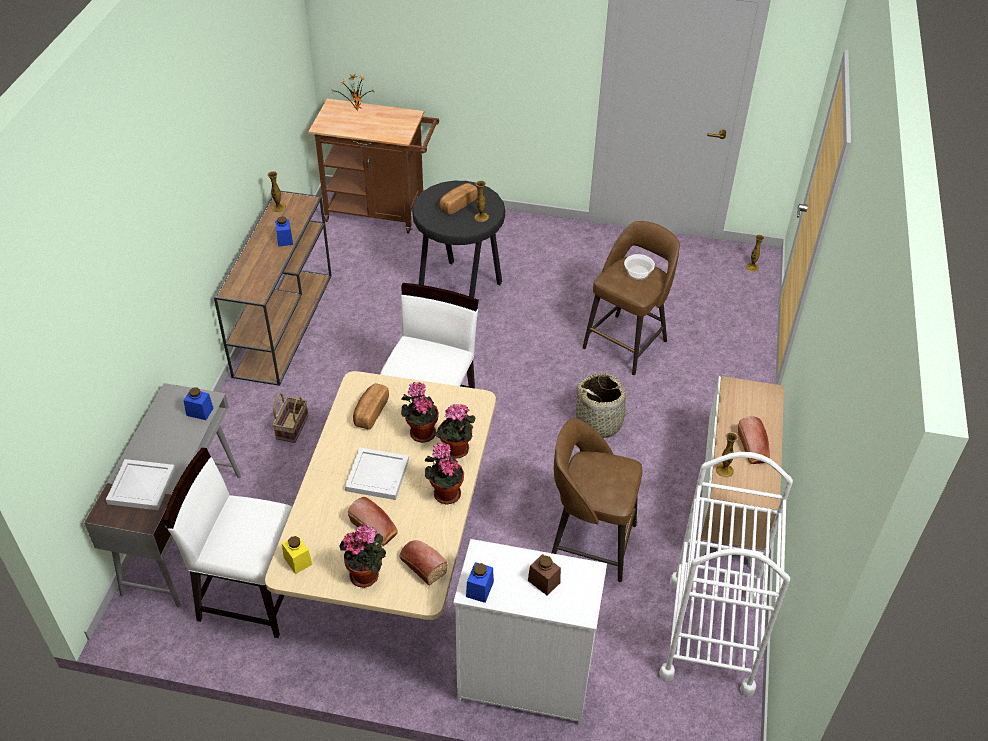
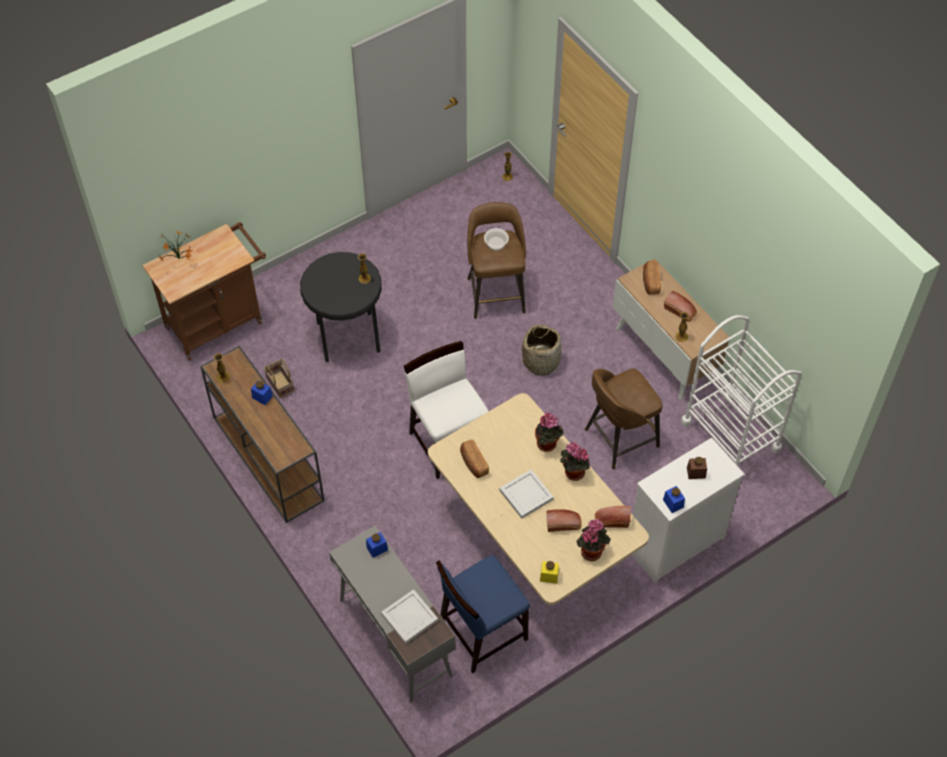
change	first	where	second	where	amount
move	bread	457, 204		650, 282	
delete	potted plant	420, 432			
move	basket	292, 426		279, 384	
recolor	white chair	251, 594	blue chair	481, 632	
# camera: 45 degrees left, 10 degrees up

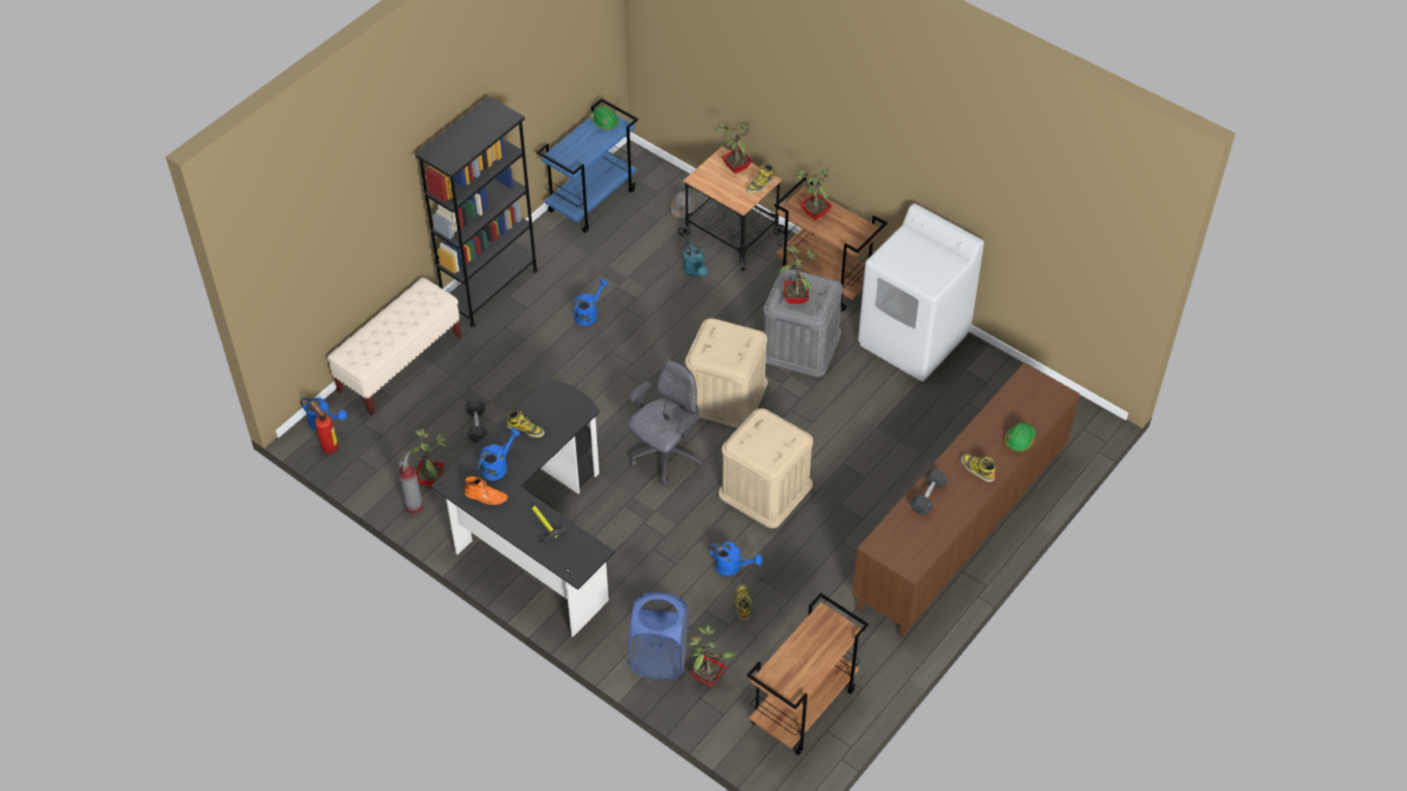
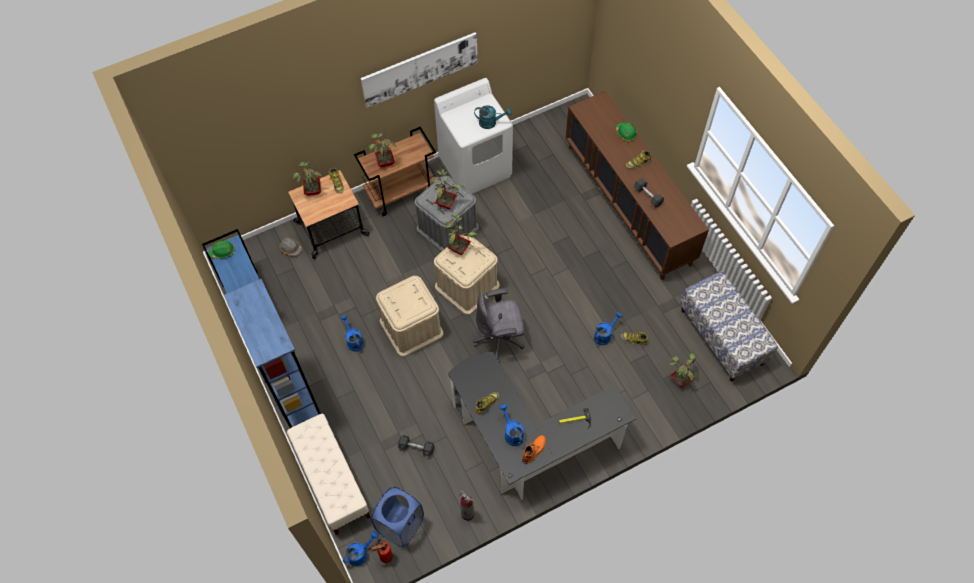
change	first	where	second	where	amount
recolor	black bookcase	490, 288	blue bookcase	294, 396	
move	turquoise watering can	695, 272		491, 122	
rotate	grey office chair	666, 456		500, 339	75 degrees counterclockwise
move	beige storage box	765, 489		411, 327	
move	potted plant	432, 480		460, 248	
move	blue laundry basket	659, 658		400, 525	
replace	brown cart	803, 708	bench	722, 337	
insert			picture	420, 69	
# camera: 65 degrees left, 10 degrees up

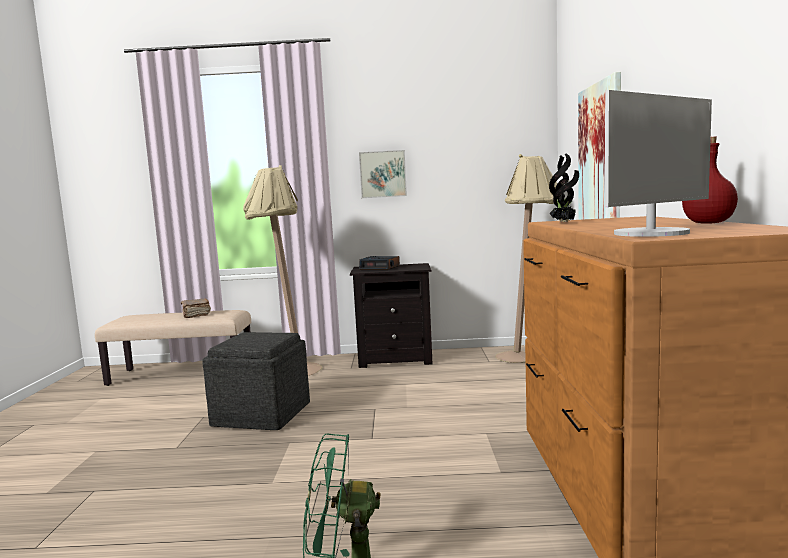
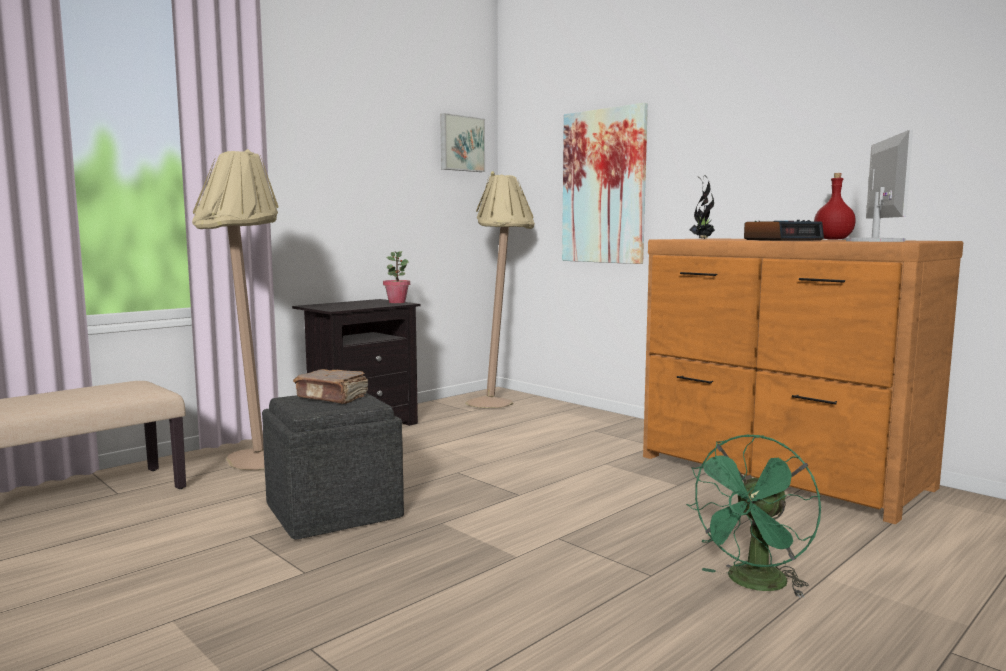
change	first	where	second	where	amount
move	picture	383, 174		461, 143	
move	alarm clock	380, 268		782, 240	
move	brown book	196, 314		332, 398	
insert			potted plant	397, 302	
# camera: 45 degrees left, 0 degrees up

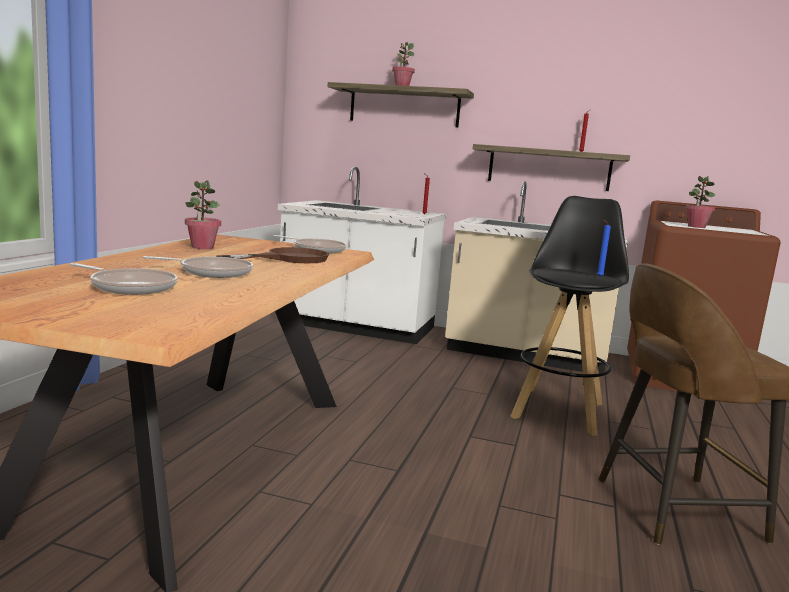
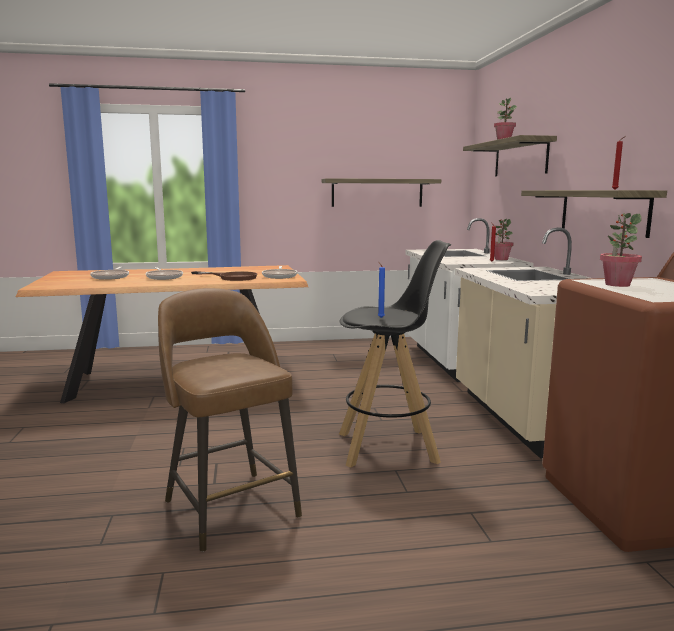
change	first	where	second	where	amount
move	potted plant	202, 247		501, 259	
insert			shelf	377, 193	
# camera: 65 degrees right, 0 degrees up

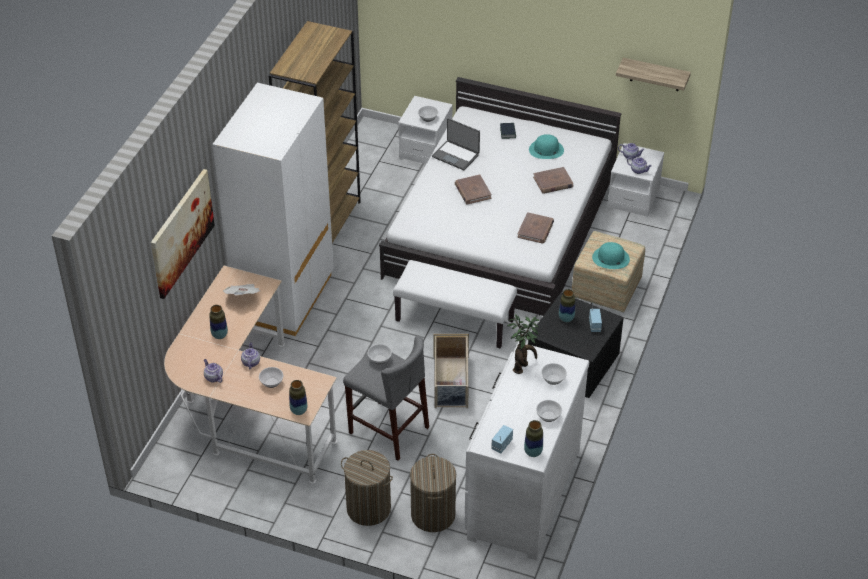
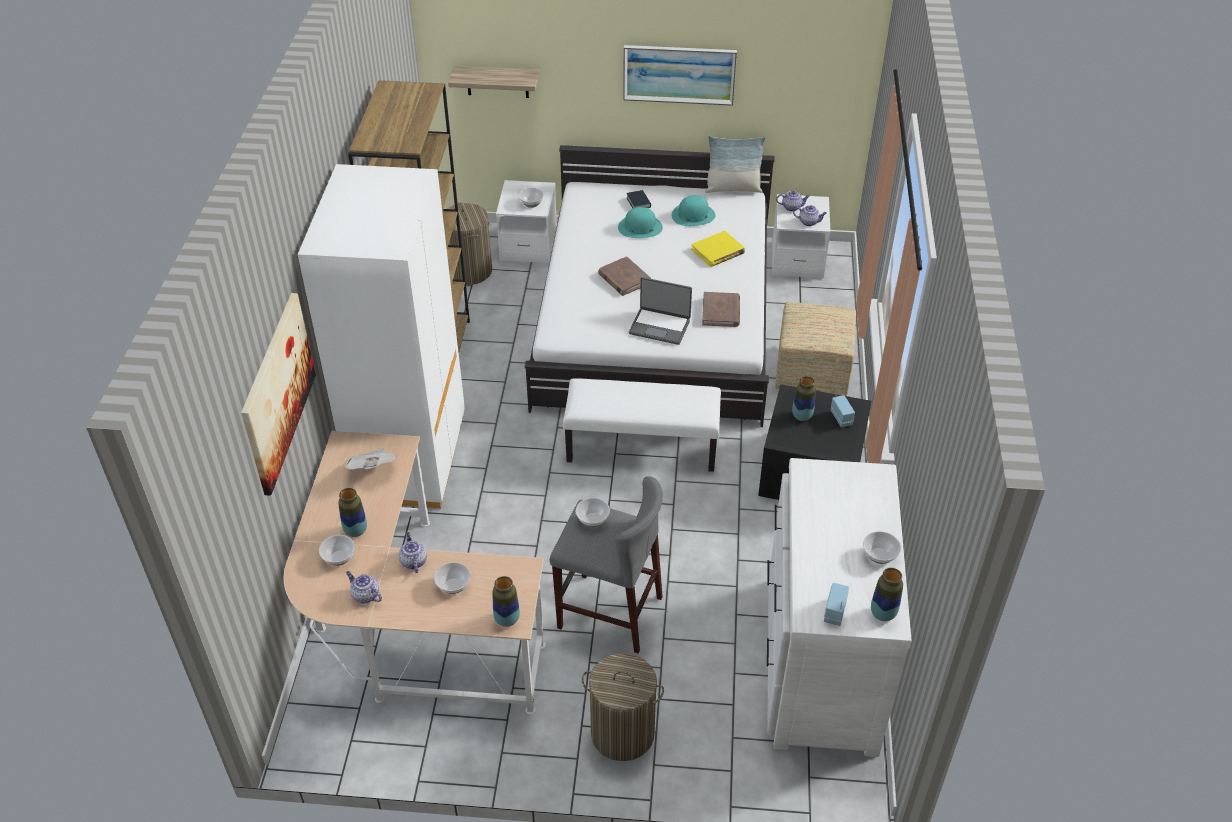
change	first	where	second	where	amount
move	shelf	655, 75		497, 81	
move	laptop	456, 155		660, 326	
recolor	brown book	553, 182	yellow book	718, 251	
move	turquoise hat	610, 258		640, 227	
delete	potted plant	522, 366			
delete	beige storage box	451, 382			
move	bowl	553, 379		339, 557	
move	laundry basket	433, 515		469, 271	
insert			picture	679, 74	
insert			pillow	733, 188	
# camera: 15 degrees left, 0 degrees up

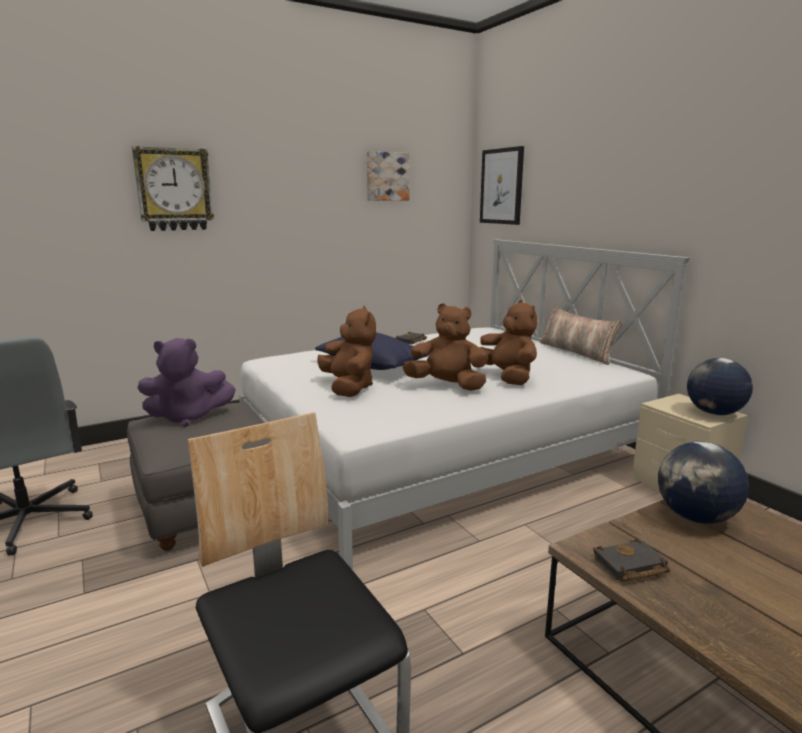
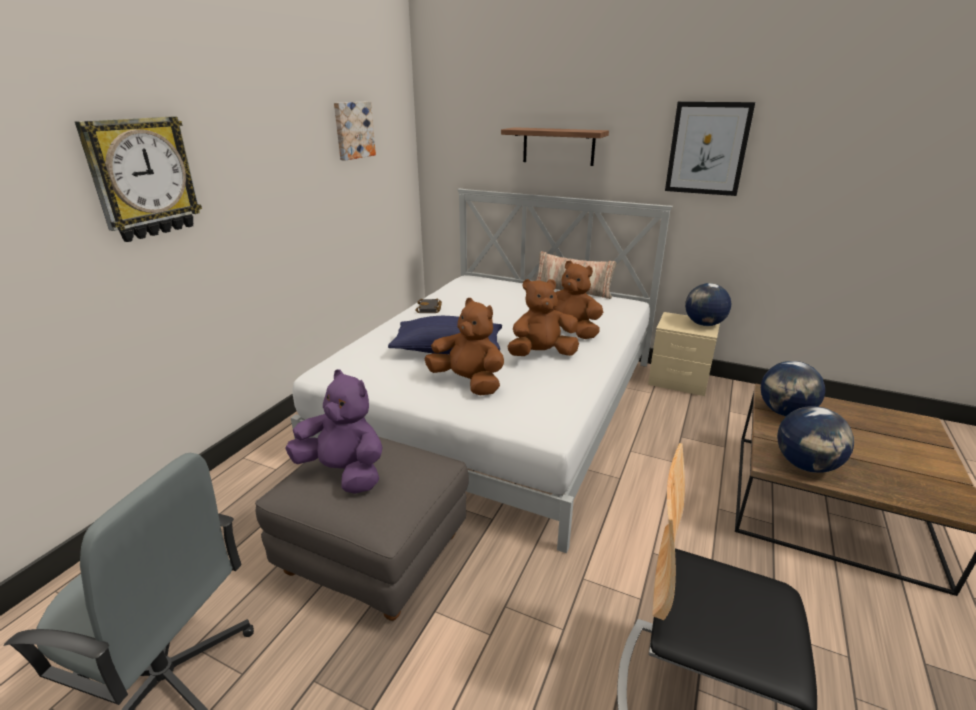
change	first	where	second	where	amount
move	picture	502, 186		707, 148	
rotate	purple plush toy	188, 417		344, 472	105 degrees counterclockwise
replace	black book	629, 567	globe	806, 465	
insert			shelf	558, 146	
# camera: 35 degrees left, 10 degrees up

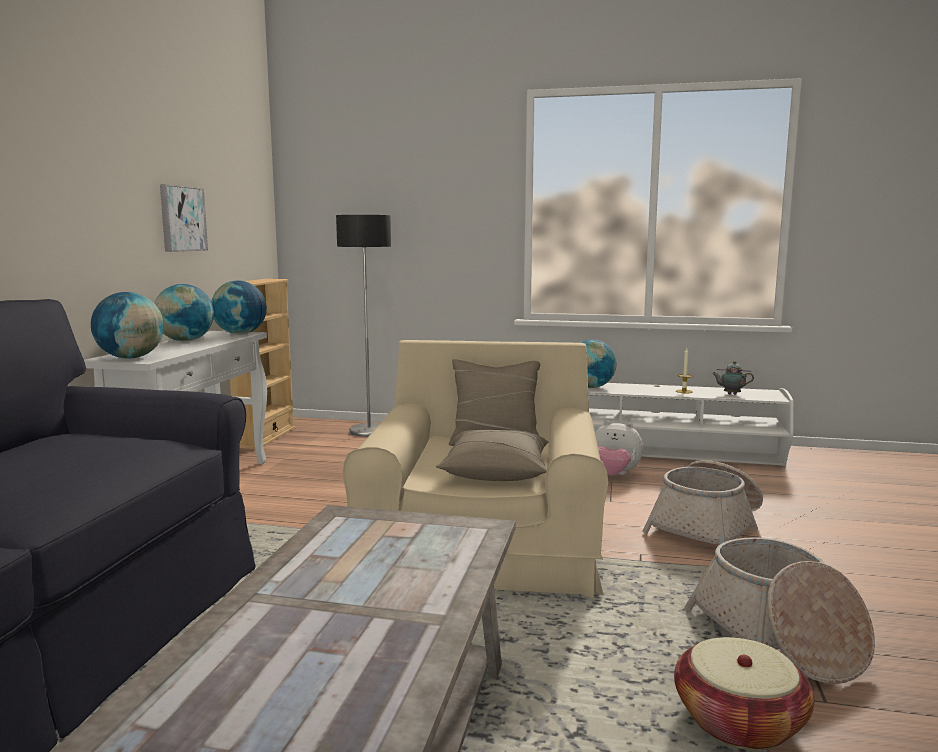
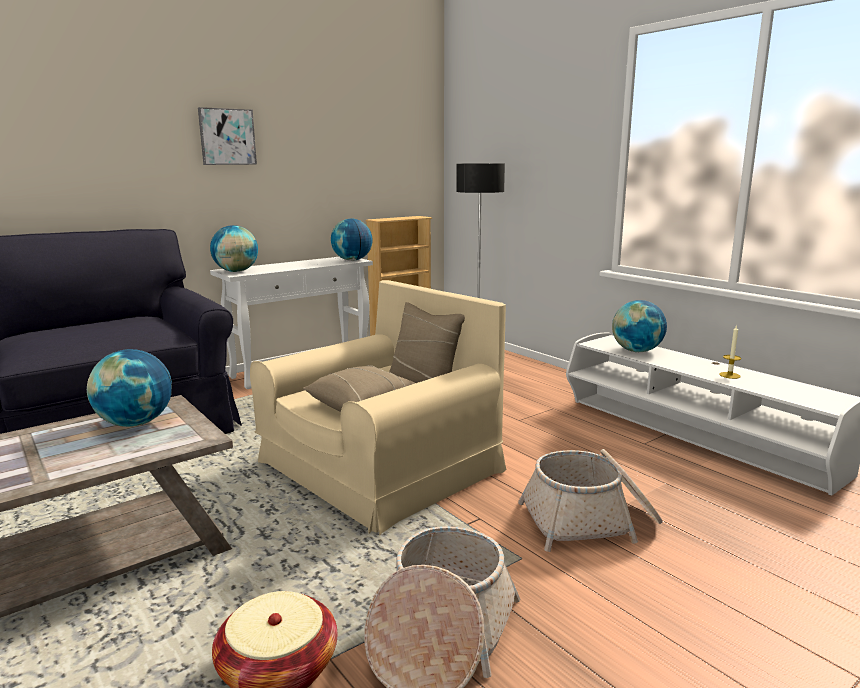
change	first	where	second	where	amount
move	picture	182, 219		227, 137	
move	globe	185, 341		135, 423	
delete	teapot	730, 394			
delete	plush toy	614, 475			
# camera: 40 degrees right, 5 degrees up

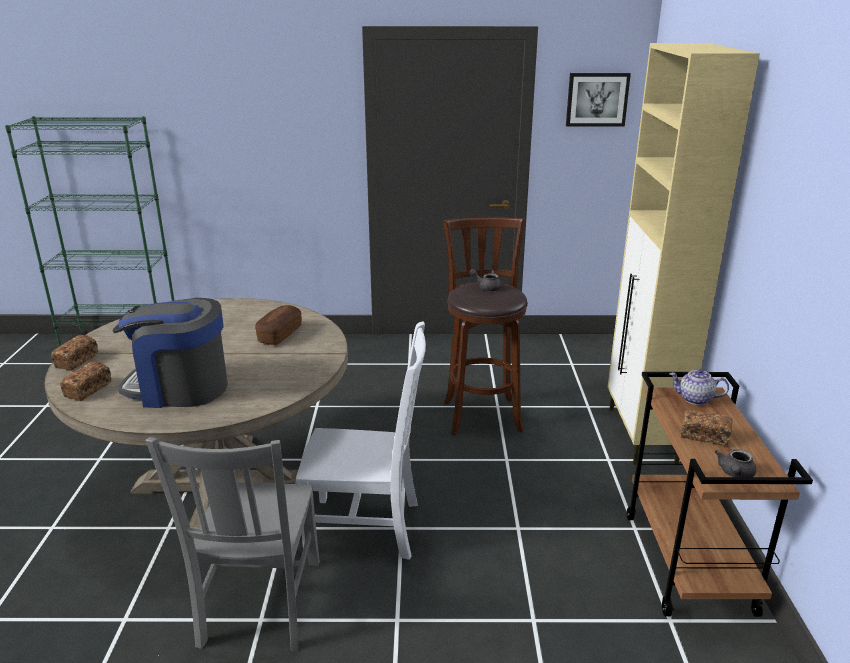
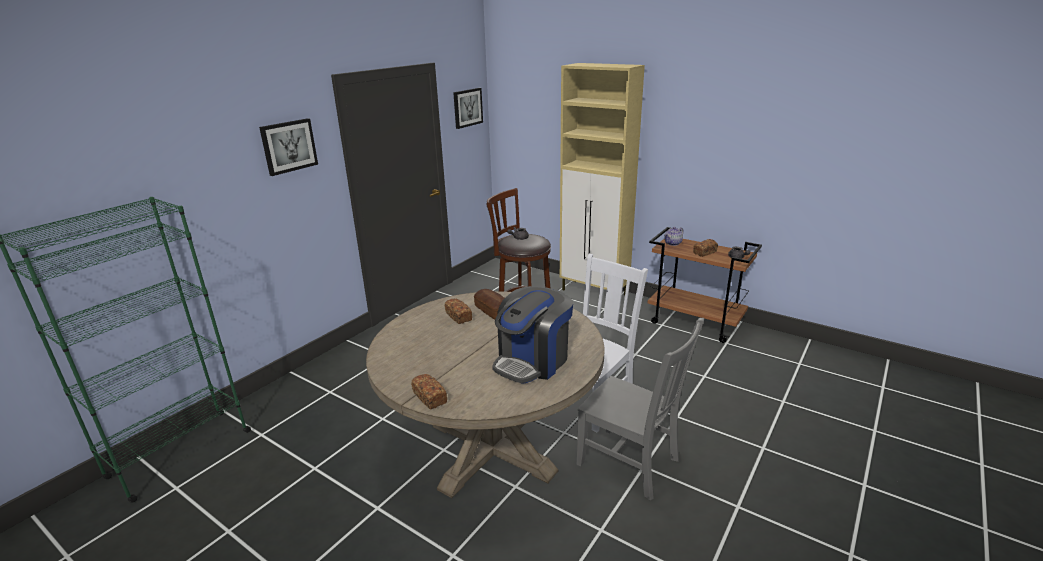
change	first	where	second	where	amount
move	bread	88, 390		458, 317	
insert			picture	288, 146	
# camera: 55 degrees left, 0 degrees up

